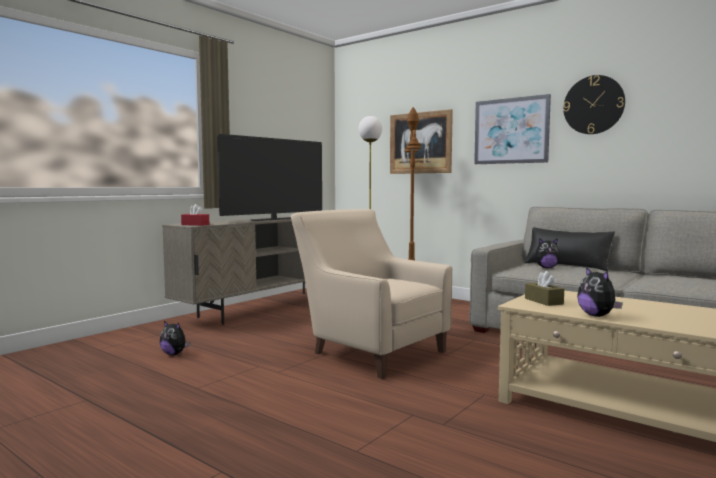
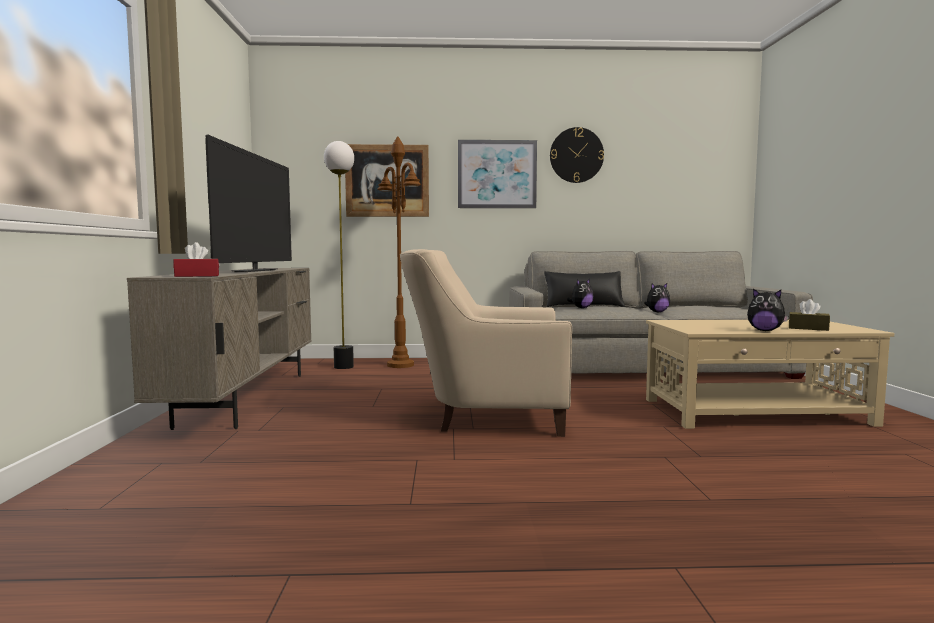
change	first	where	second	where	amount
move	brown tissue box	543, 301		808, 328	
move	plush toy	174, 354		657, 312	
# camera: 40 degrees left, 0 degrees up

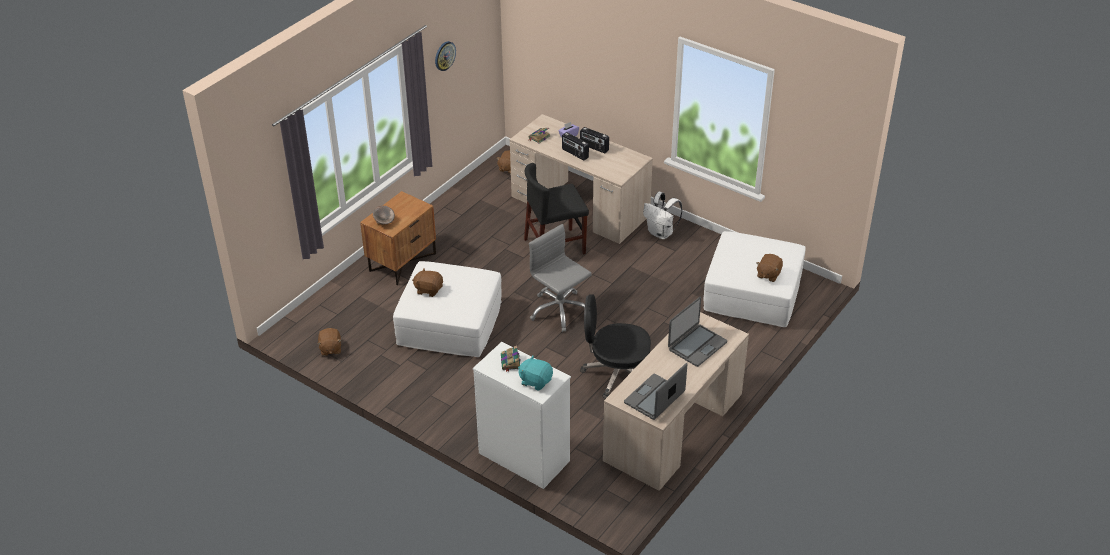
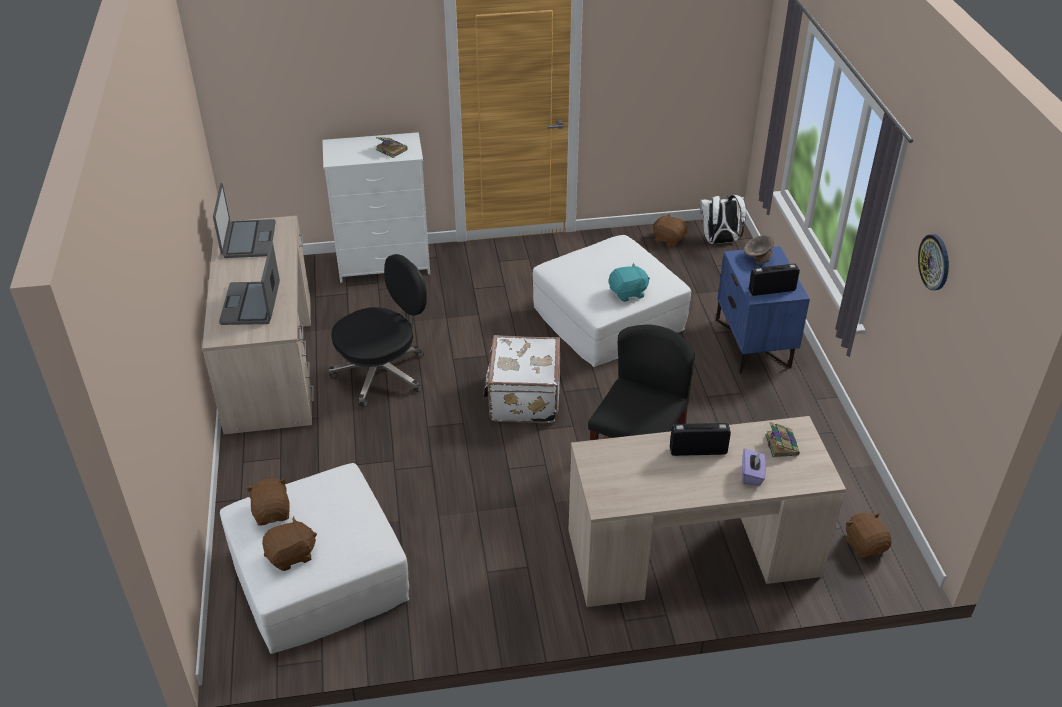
change	first	where	second	where	amount
move	radio	594, 147		771, 290	
recolor	brown nightstand	402, 262	blue nightstand	754, 343	
move	white backpack	661, 233		719, 241	
replace	grey office chair	559, 310	white suitcase	523, 399	
move	brown plush toy	428, 289		291, 555	
move	turquoise plush toy	535, 381		628, 293	
# camera: 135 degrees right, 0 degrees up

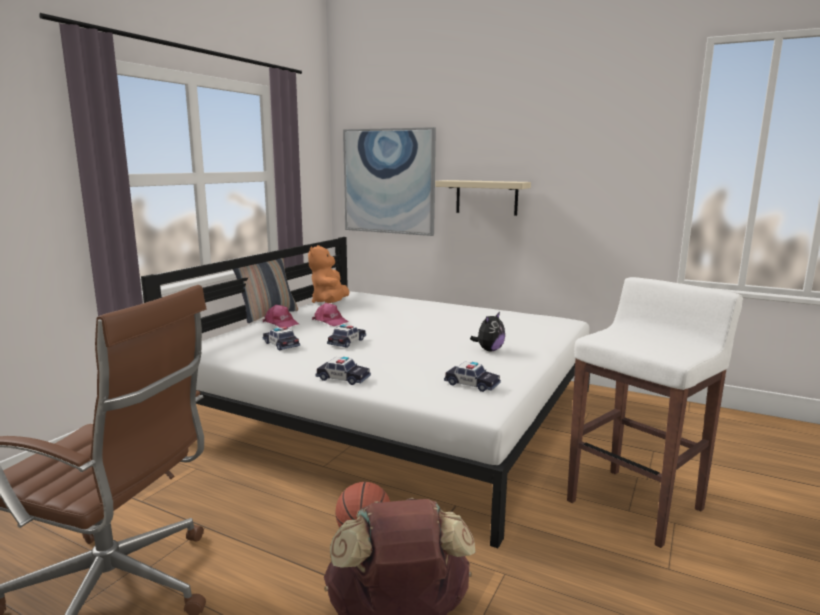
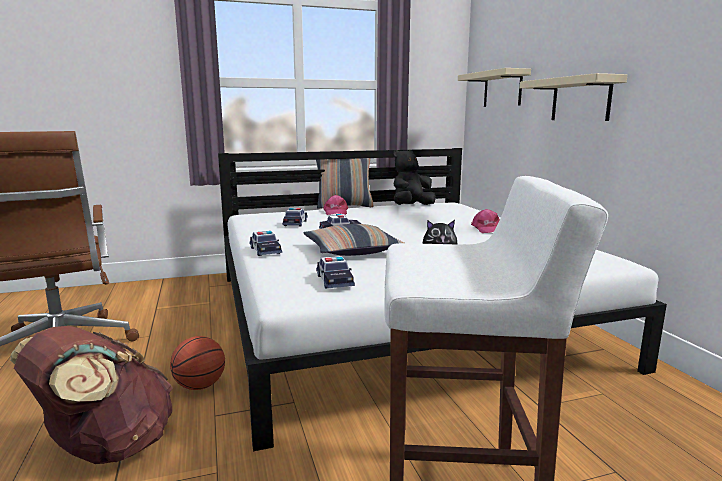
change	first	where	second	where	amount
replace	picture	389, 181	beige shelf	502, 89	
recolor	orange plush toy	330, 303	black plush toy	411, 206	
move	pink cap	330, 321		487, 229	
insert			pillow	352, 251	
# camera: 45 degrees right, 0 degrees up

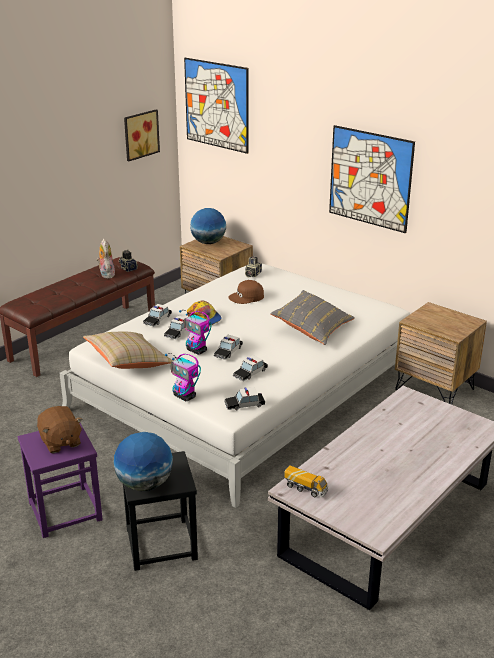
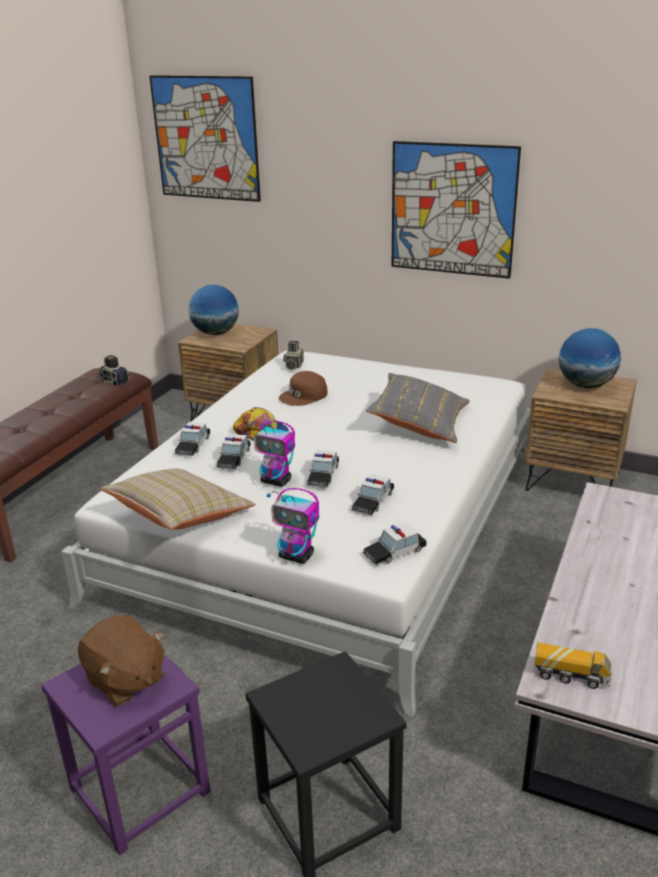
change	first	where	second	where	amount
delete	picture	140, 134			
delete	plush toy	106, 274			
move	globe	145, 484		586, 385	
# camera: 15 degrees left, 0 degrees up

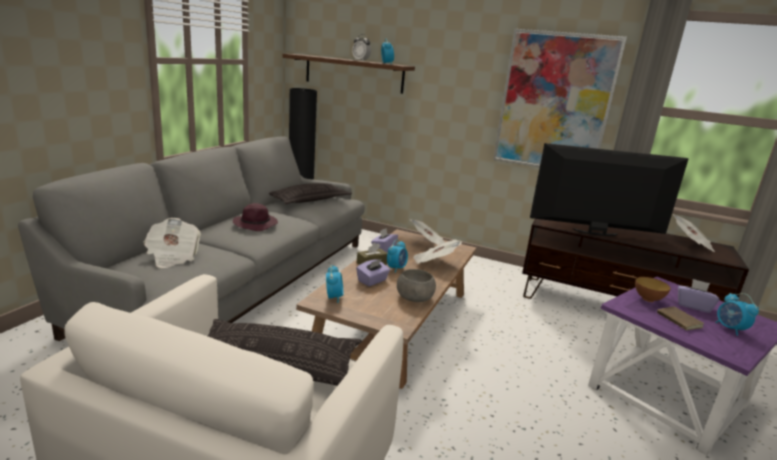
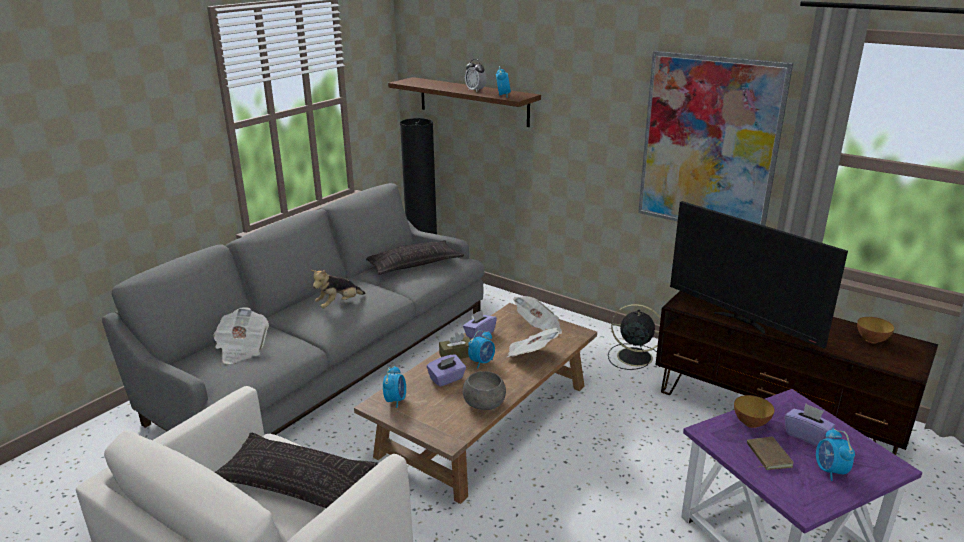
change	first	where	second	where	amount
rotate	television	596, 233		742, 321	150 degrees counterclockwise
replace	purple hat	256, 224	plush toy	338, 304	
replace	newspaper	690, 244	bowl	871, 340	
insert			black fan	633, 356	
# camera: 15 degrees right, 5 degrees up

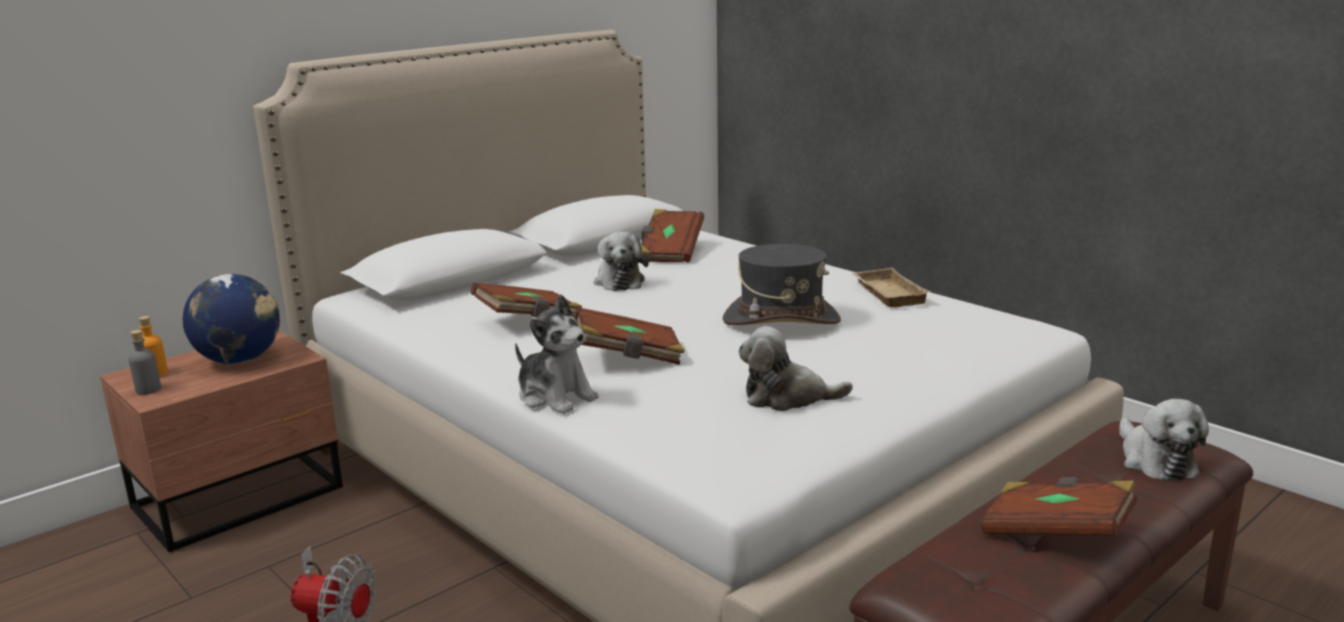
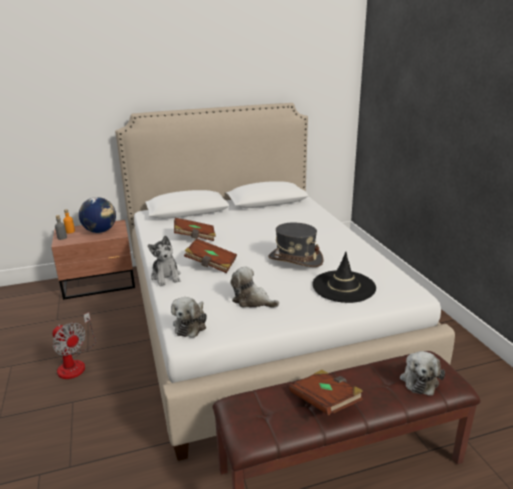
change	first	where	second	where	amount
delete	brown book	670, 252			
move	plush toy	619, 281		191, 325	
delete	beige tray	886, 293			
insert			black hat	343, 286	
# camera: 25 degrees right, 5 degrees up

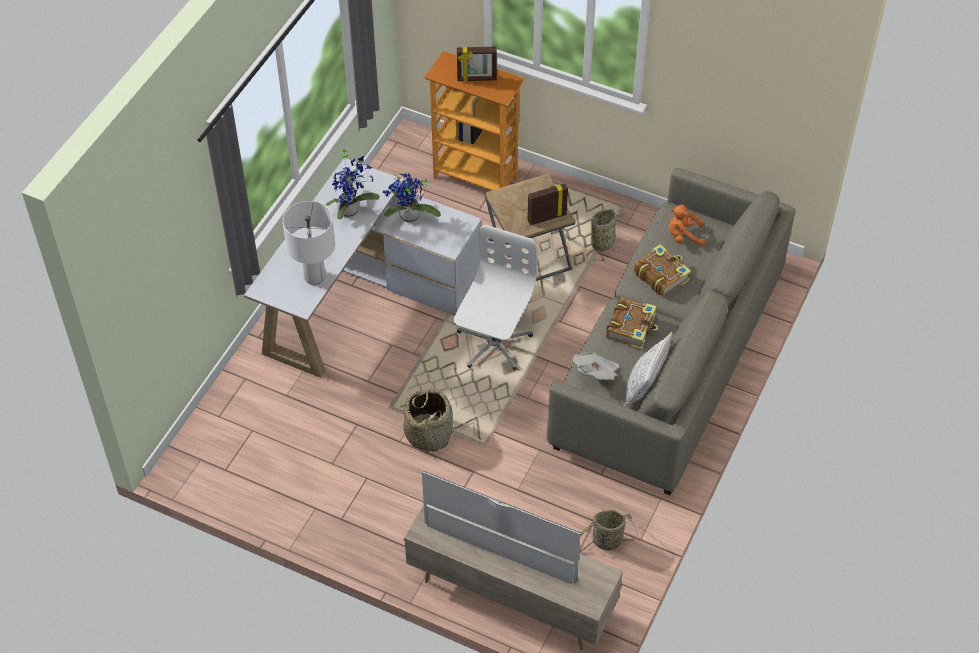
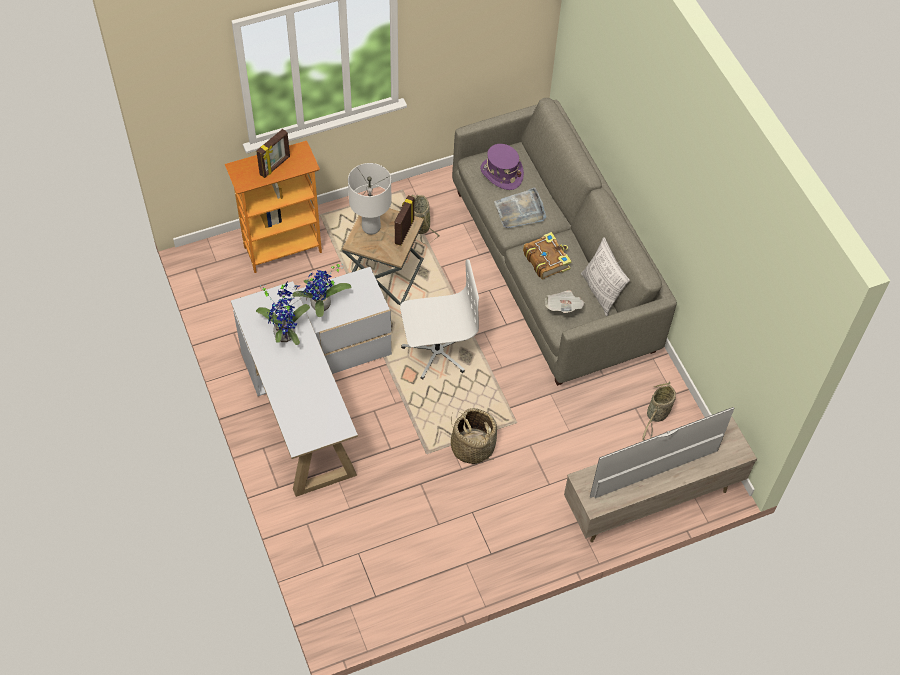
change	first	where	second	where	amount
move	white table lamp	314, 277		370, 227	
replace	orange plush toy	684, 236	purple hat	501, 173	
rotate	white office chair	493, 343		436, 351	105 degrees clockwise
replace	book	661, 275	grey tray	520, 211	
# camera: 50 degrees left, 5 degrees up

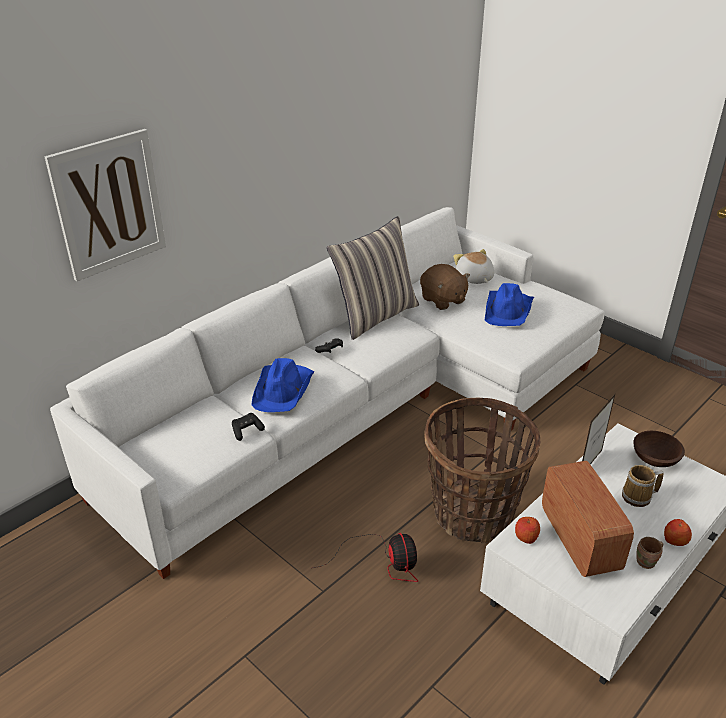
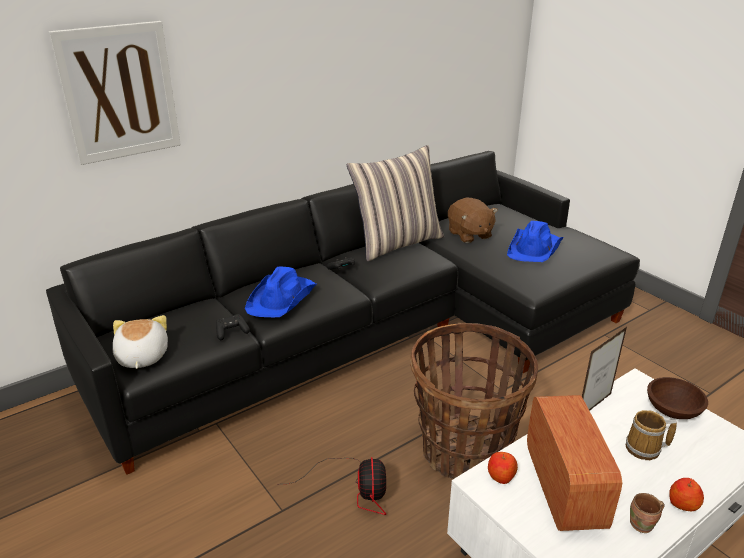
change	first	where	second	where	amount
recolor	white sofa	364, 403	black sofa	379, 330	
move	plush toy	474, 278		141, 357	
# camera: 10 degrees right, 5 degrees down

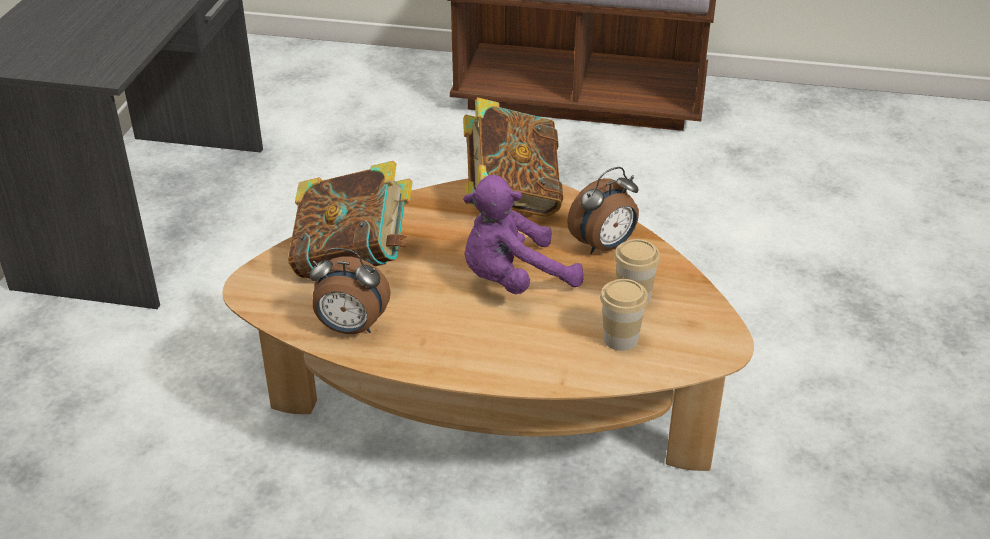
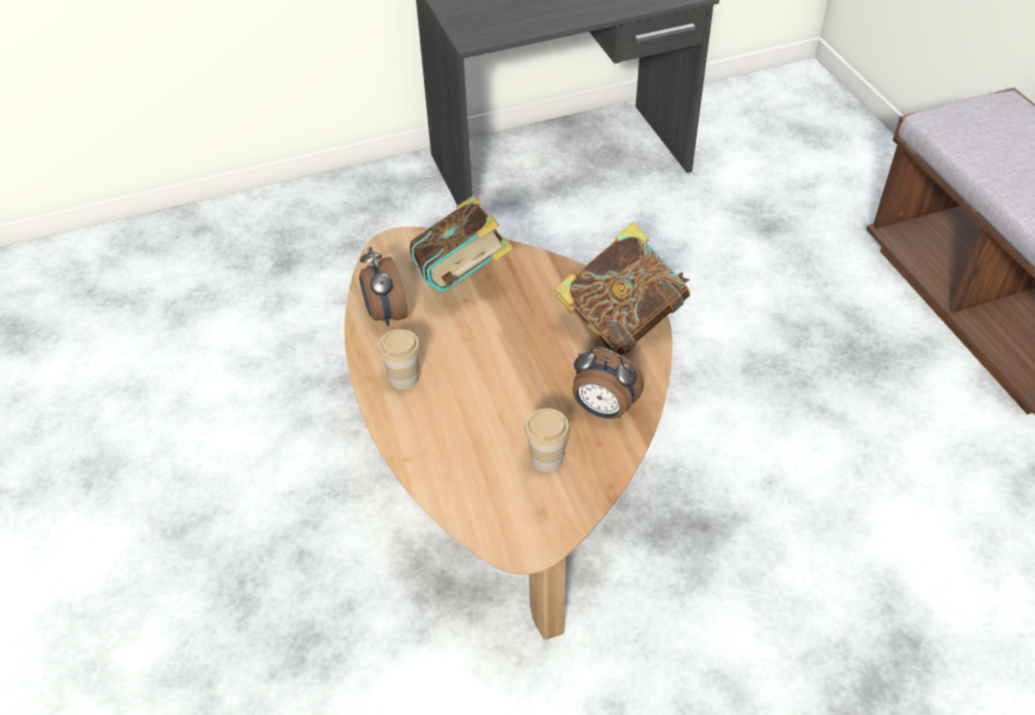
change	first	where	second	where	amount
delete	purple plush toy	513, 280			
move	cup	620, 339		403, 378	
# camera: 60 degrees right, 10 degrees up

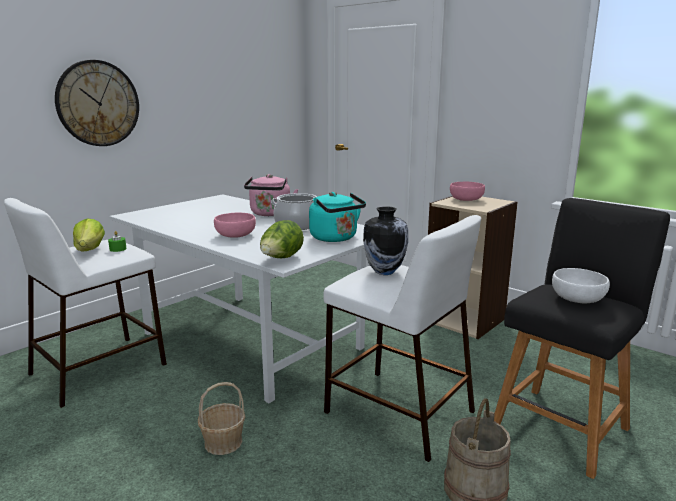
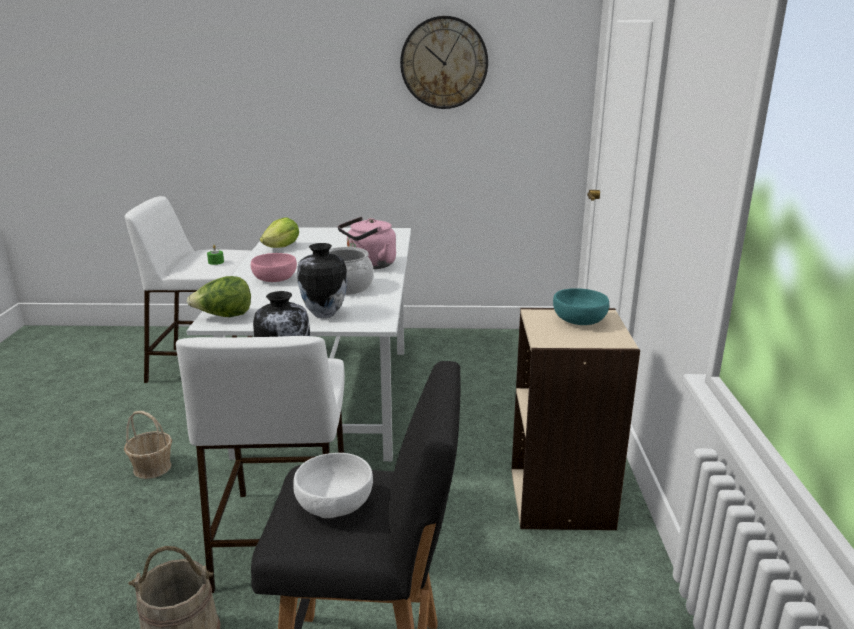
change	first	where	second	where	amount
move	wall clock	98, 103		444, 63	
recolor	pink bowl	466, 200	turquoise bowl	579, 321	
replace	turquoise kettle	336, 238	vase	323, 314	
move	lettuce	90, 249		282, 247	
# camera: 50 degrees right, 5 degrees up

